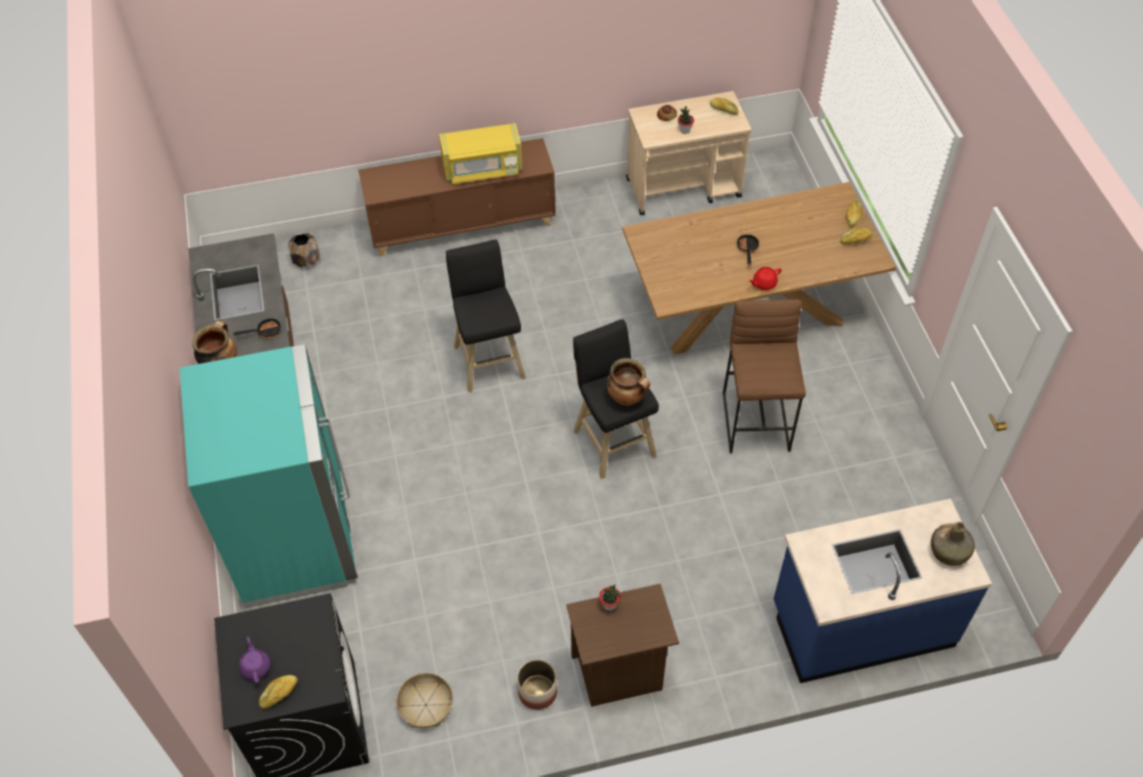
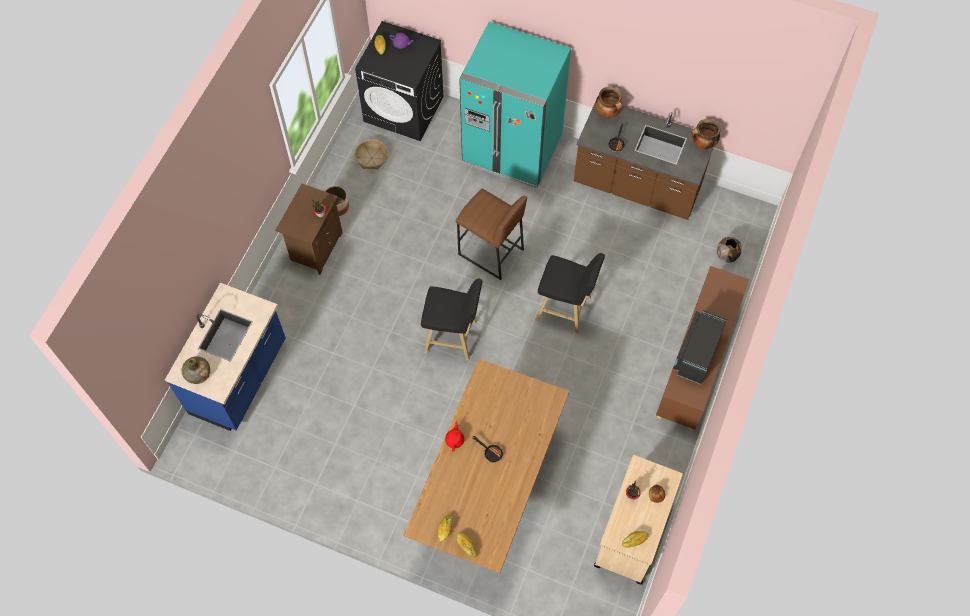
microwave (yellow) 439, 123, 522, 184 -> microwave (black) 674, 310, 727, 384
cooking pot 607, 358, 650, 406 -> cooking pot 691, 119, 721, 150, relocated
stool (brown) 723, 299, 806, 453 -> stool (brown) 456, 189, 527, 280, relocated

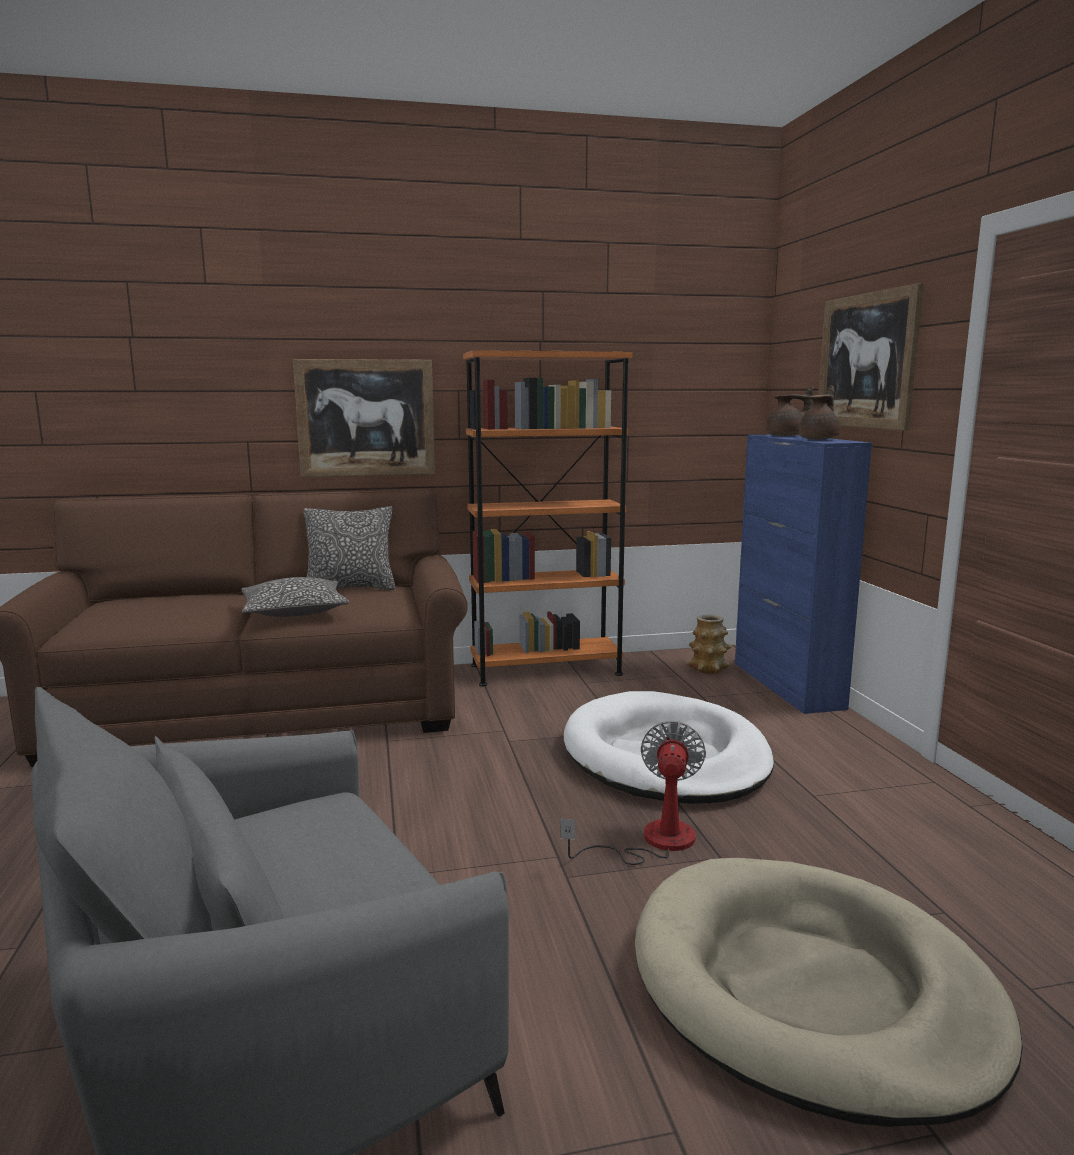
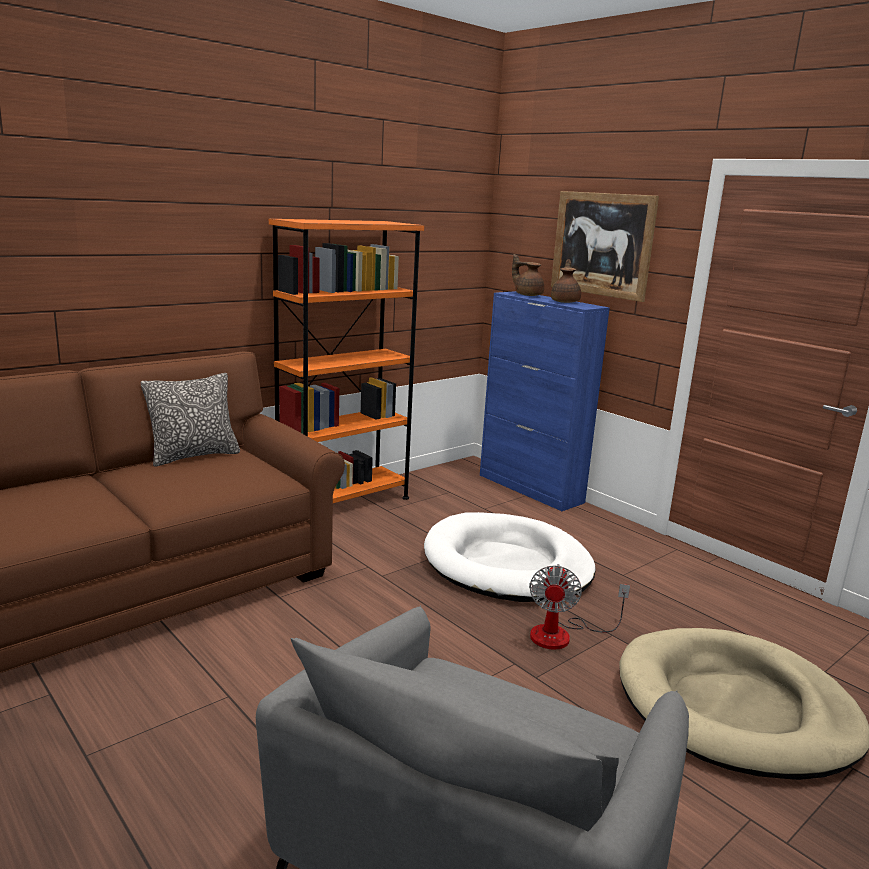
pillow 241, 577, 350, 617 -> none
picture 293, 359, 435, 477 -> none
fan 560, 721, 706, 865 -> fan 529, 564, 630, 650, 150 degrees counterclockwise
vase 687, 614, 731, 674 -> none
teapot (brown) 766, 386, 814, 436 -> teapot (brown) 512, 254, 544, 296, 105 degrees counterclockwise

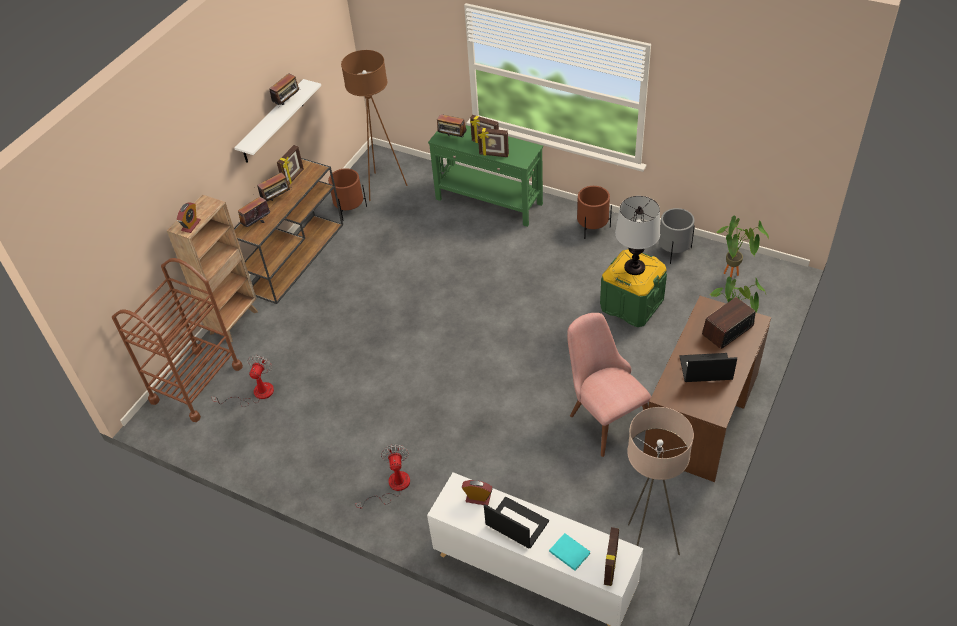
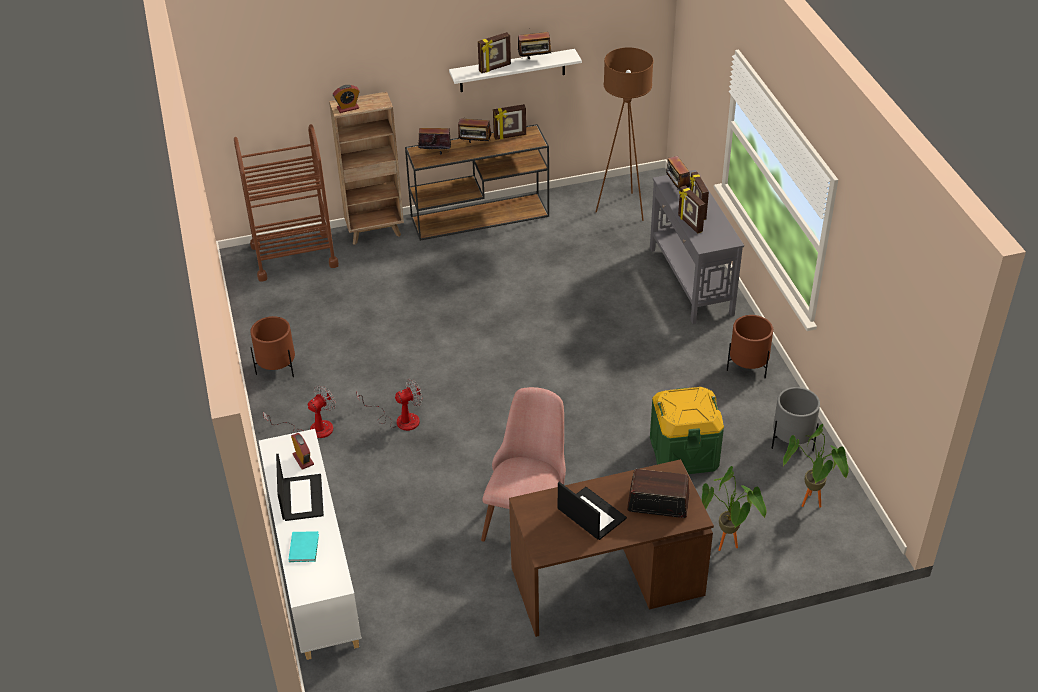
fan 211, 355, 274, 407 -> fan 356, 379, 423, 431, relocated
planter (brown) 328, 168, 367, 221 -> planter (brown) 250, 316, 295, 377, relocated
console table (green) 428, 125, 543, 227 -> console table (grey) 650, 170, 744, 324
picture frame 604, 527, 619, 586 -> picture frame 478, 32, 511, 73, relocated
table lamp 615, 196, 660, 275 -> none
floor lamp (beige) 627, 407, 694, 555 -> none

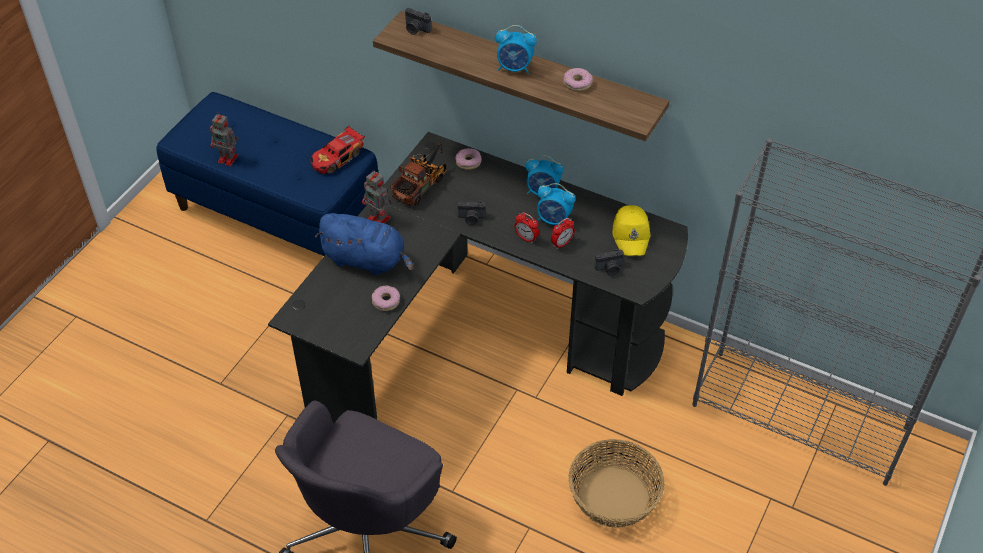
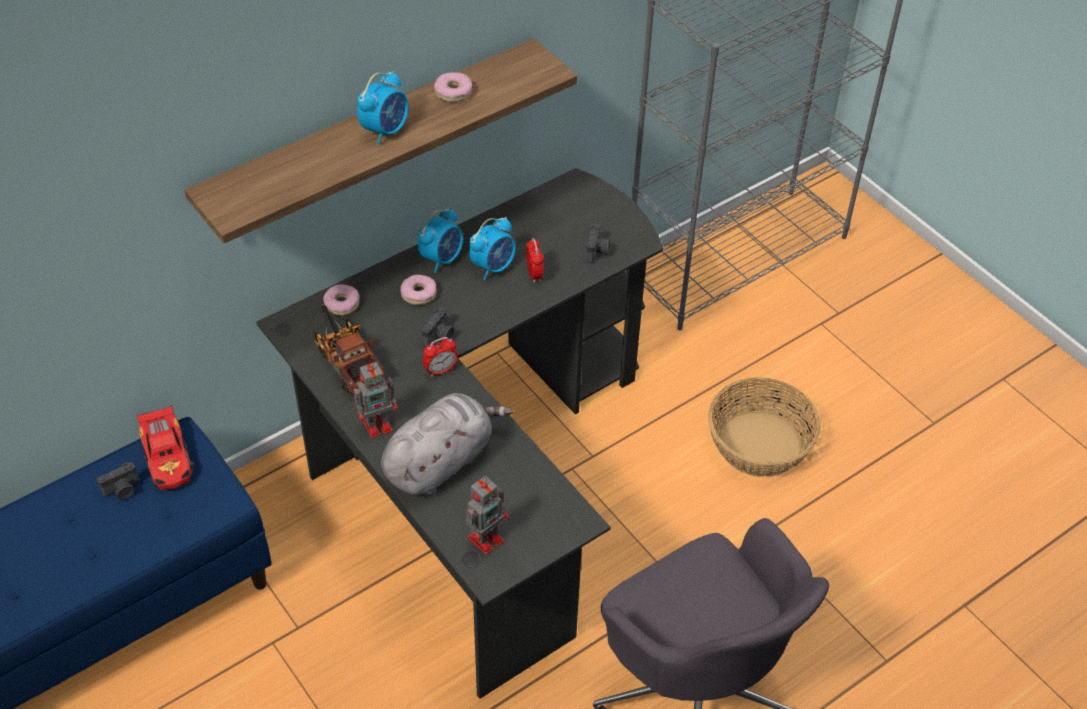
toy robot 210, 112, 239, 166 -> toy robot 466, 476, 509, 555, relocated
plush toy (blue) 315, 213, 414, 275 -> plush toy (grey) 381, 393, 513, 495
donut 372, 285, 400, 311 -> donut 401, 275, 437, 305, relocated
photo camera 405, 8, 432, 35 -> photo camera 97, 462, 139, 500, relocated
alarm clock 514, 212, 539, 243 -> alarm clock 423, 337, 458, 377, relocated
cap (yellow) 612, 205, 651, 256 -> none

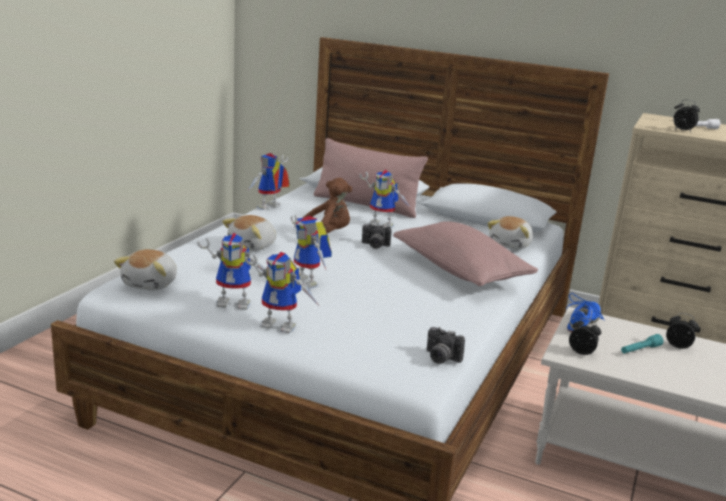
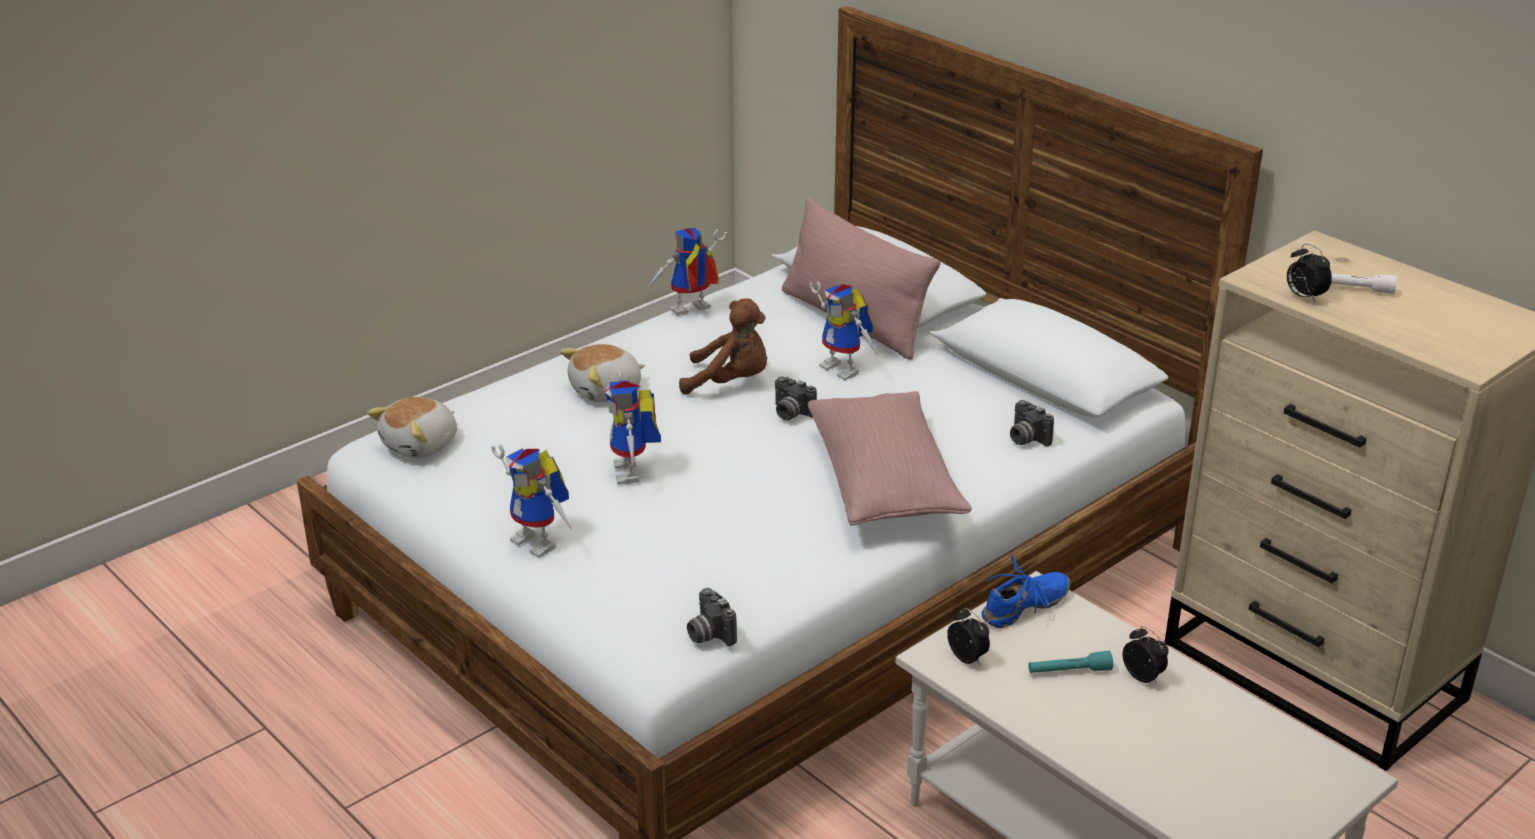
toy robot 197, 233, 265, 310 -> none
plush toy 487, 216, 533, 249 -> photo camera 1010, 400, 1054, 446

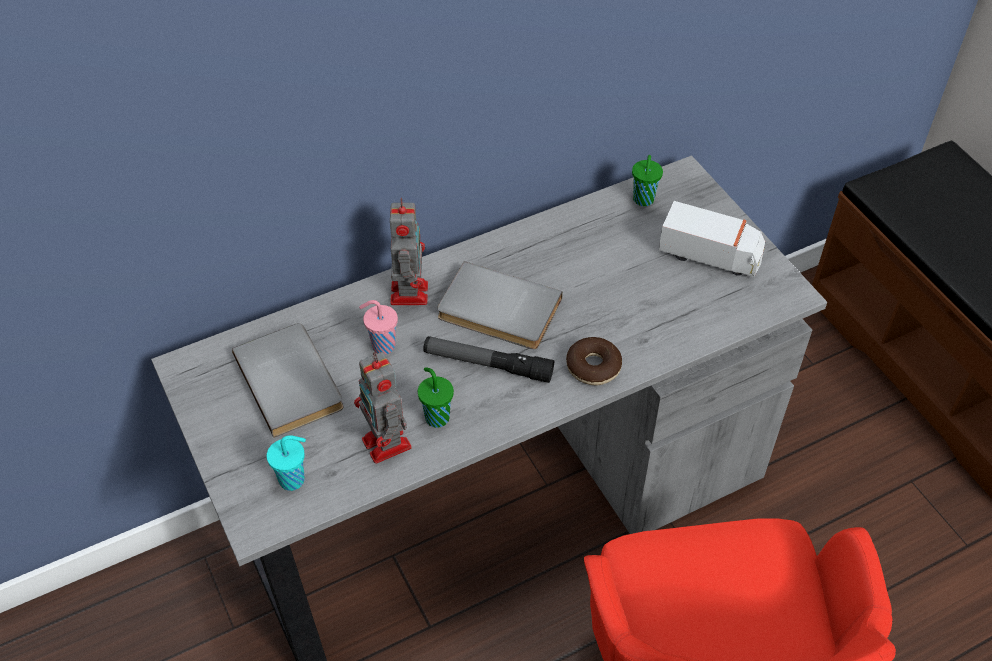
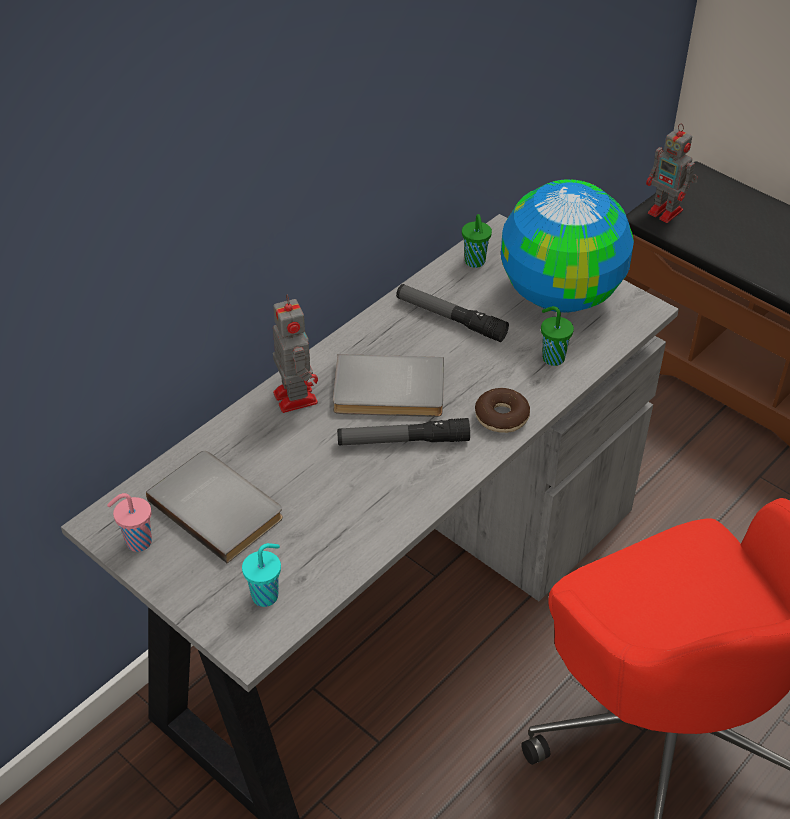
toy robot 354, 352, 412, 464 -> toy robot 646, 123, 698, 223, relocated
cup (pink) 359, 300, 398, 354 -> cup (pink) 107, 493, 152, 552, relocated
cup (green) 418, 367, 454, 428 -> cup (green) 541, 306, 574, 366, relocated
toy truck 659, 201, 765, 277 -> globe 501, 179, 634, 313
none -> flashlight 396, 284, 509, 342

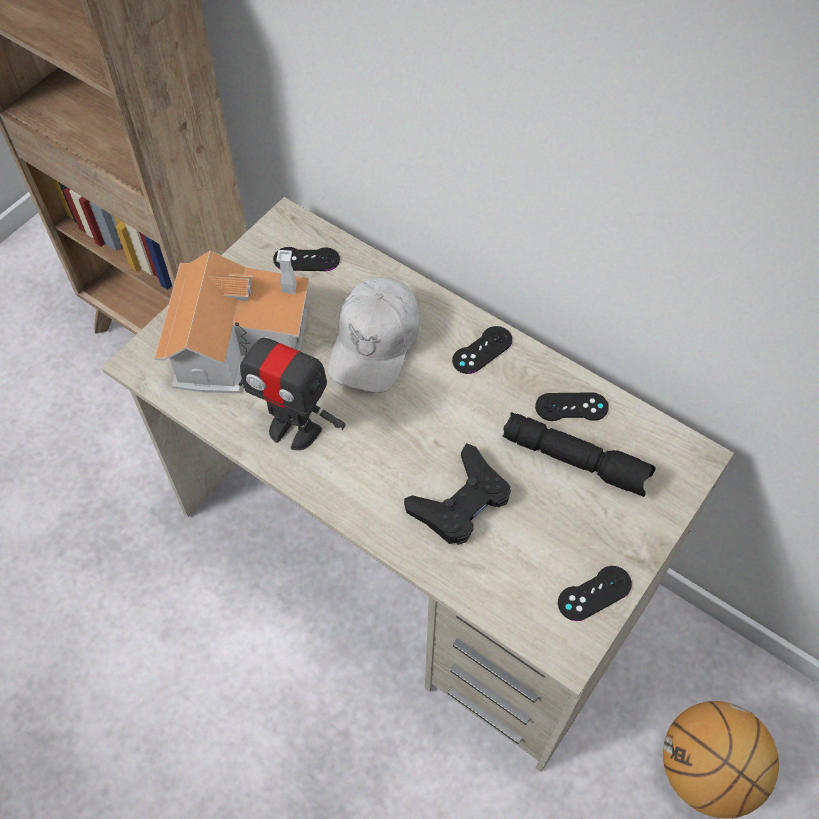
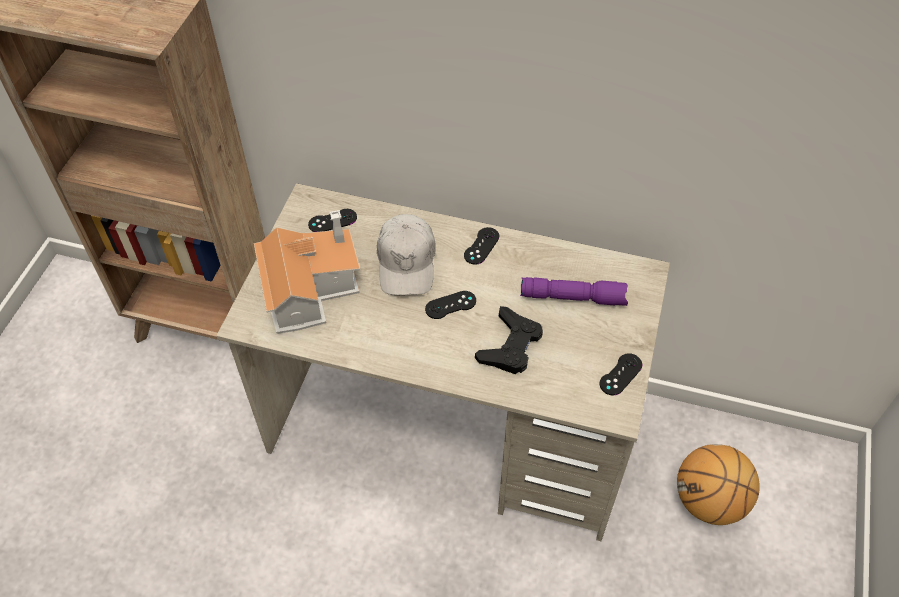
toy robot 235, 322, 346, 450 -> none
flashlight (black) 502, 412, 656, 497 -> flashlight (purple) 520, 277, 628, 306
game controller (black) 535, 392, 609, 421 -> game controller (black) 425, 291, 476, 319, relocated

